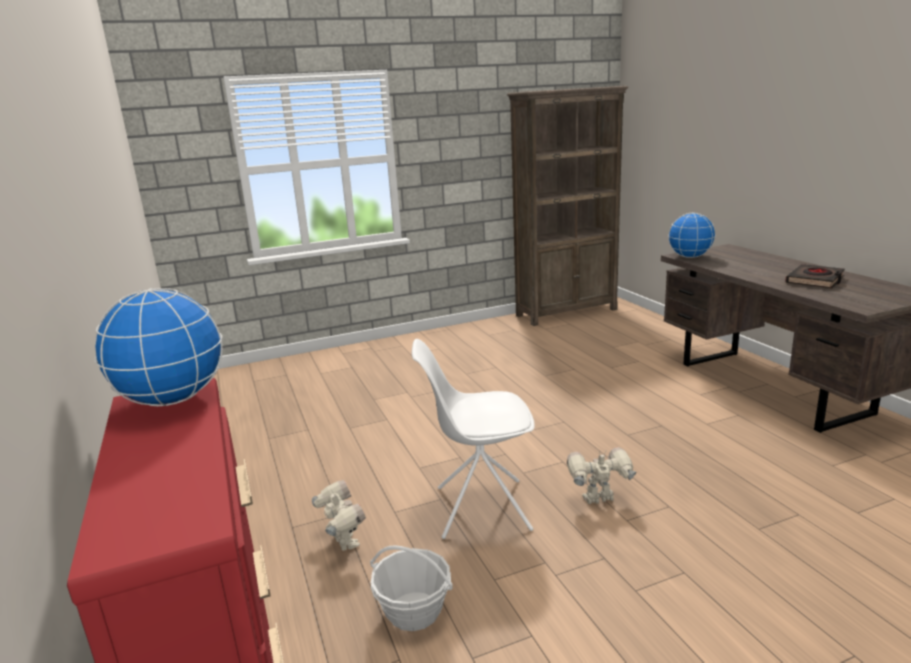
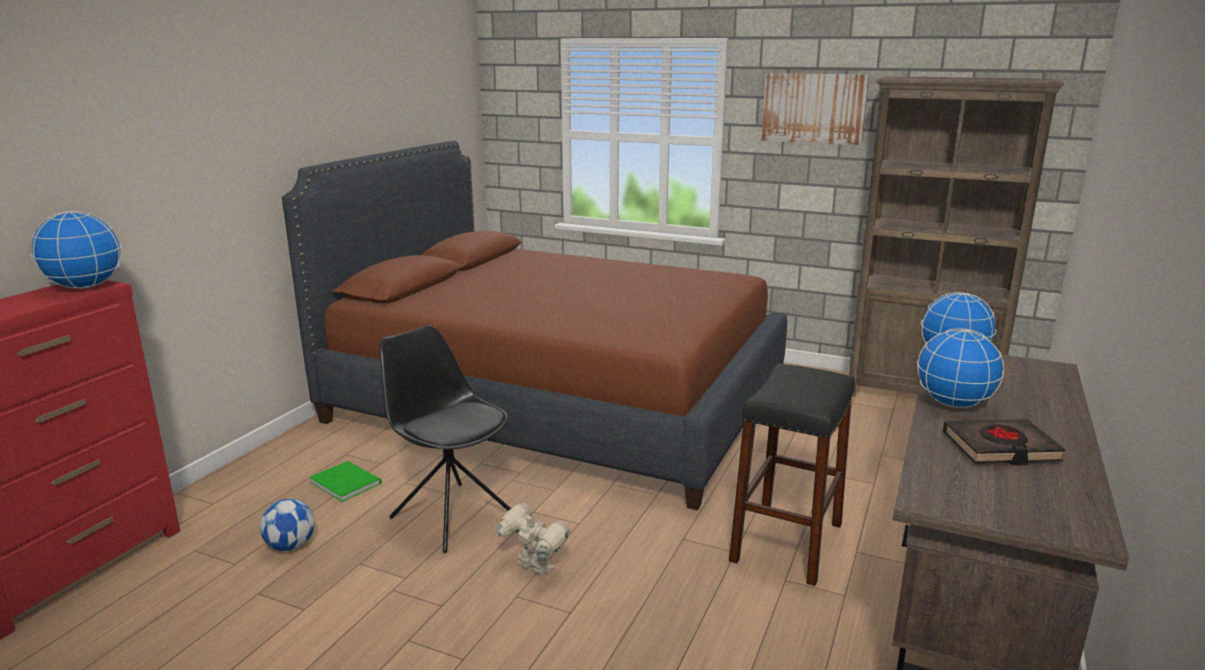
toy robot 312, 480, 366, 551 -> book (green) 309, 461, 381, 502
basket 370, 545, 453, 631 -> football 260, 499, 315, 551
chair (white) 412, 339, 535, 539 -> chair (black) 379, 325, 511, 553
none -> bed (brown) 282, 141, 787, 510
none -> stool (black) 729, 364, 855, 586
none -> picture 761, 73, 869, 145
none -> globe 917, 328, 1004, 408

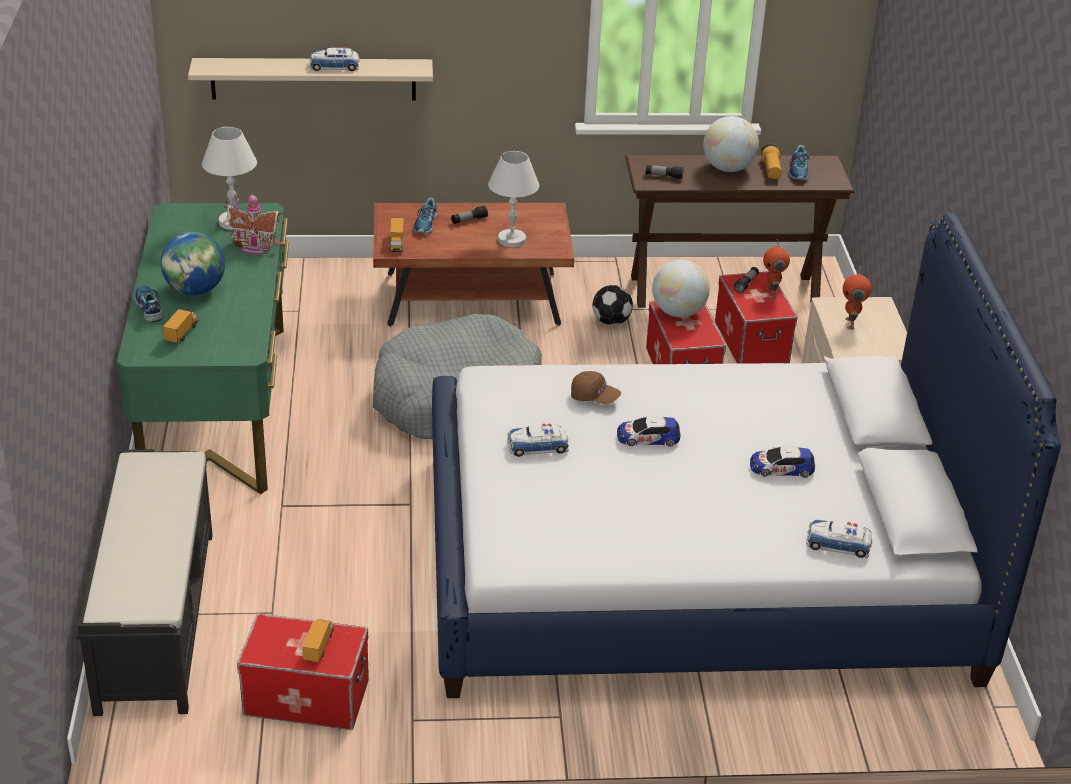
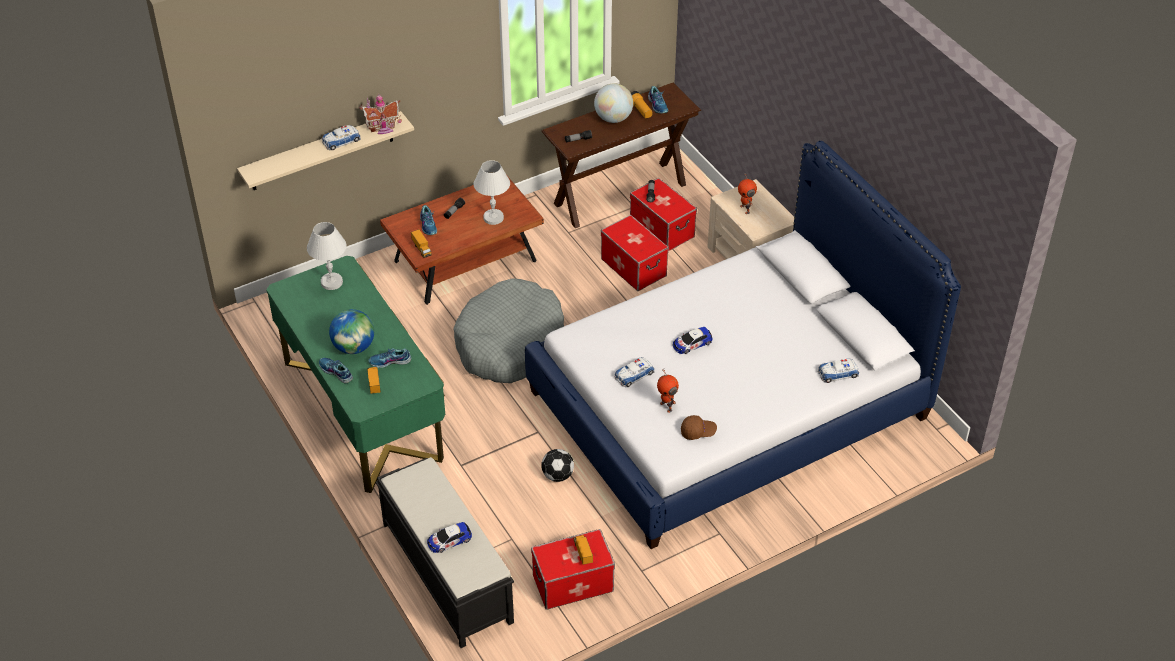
toy house 224, 192, 283, 254 -> toy house 360, 95, 402, 134, relocated
cap (brown) 571, 371, 621, 404 -> cap (brown) 681, 415, 717, 440, relocated
football 592, 285, 633, 325 -> football 541, 449, 574, 482, relocated
globe 652, 260, 710, 317 -> none
toy car 750, 447, 815, 478 -> toy car 427, 522, 472, 553, relocated
toy robot 763, 238, 790, 298 -> toy robot 657, 370, 679, 413, relocated
none -> shoe 368, 348, 411, 368

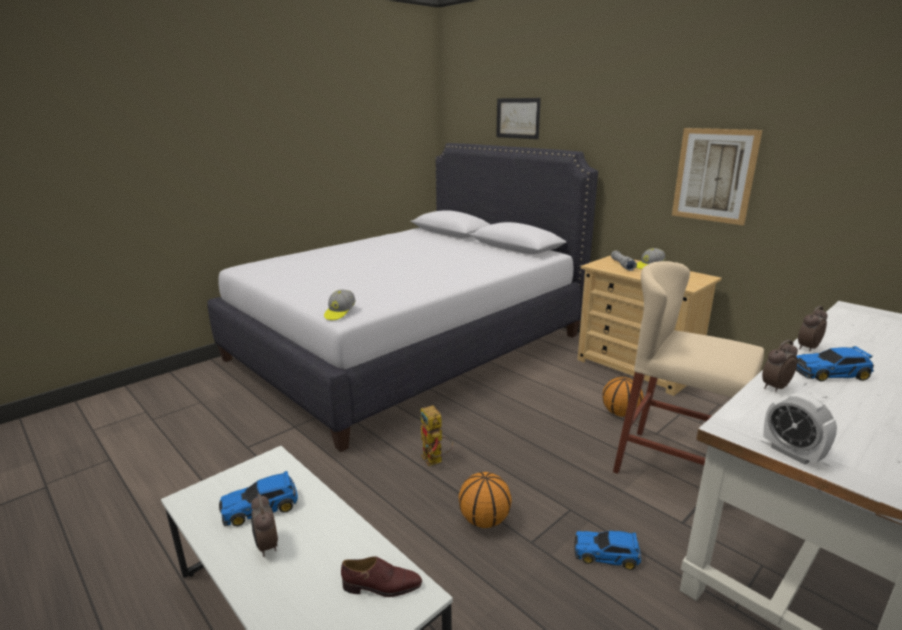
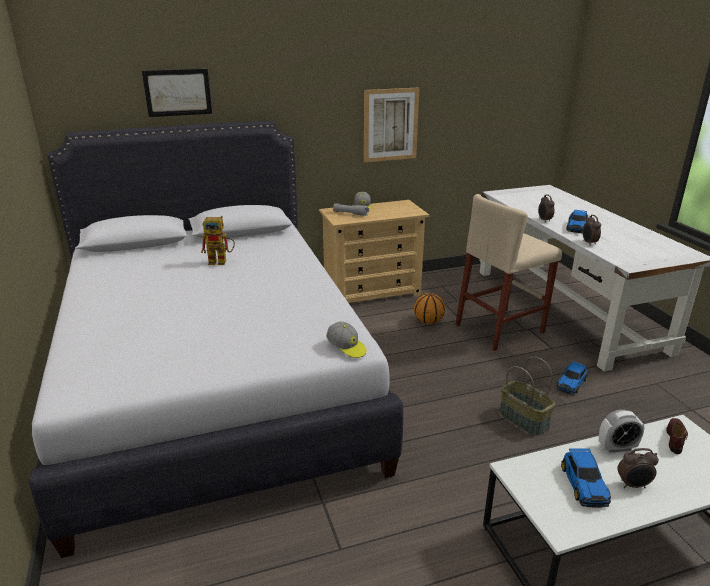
toy robot 421, 405, 453, 466 -> toy robot 201, 216, 235, 265, relocated
basketball 458, 472, 512, 528 -> basket 499, 357, 555, 436
alarm clock 763, 393, 837, 464 -> alarm clock 599, 410, 644, 453, relocated

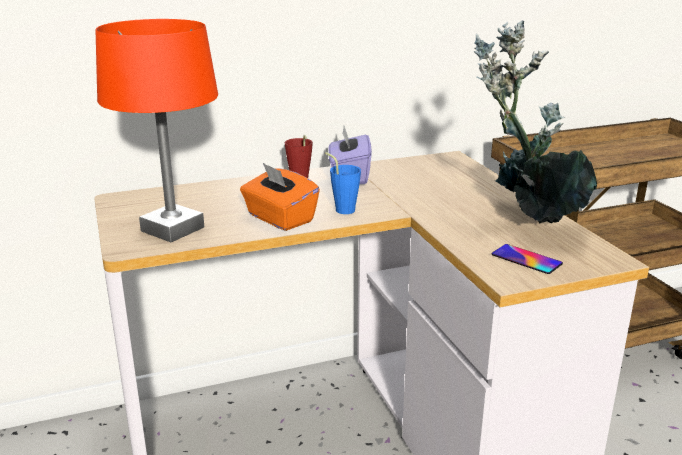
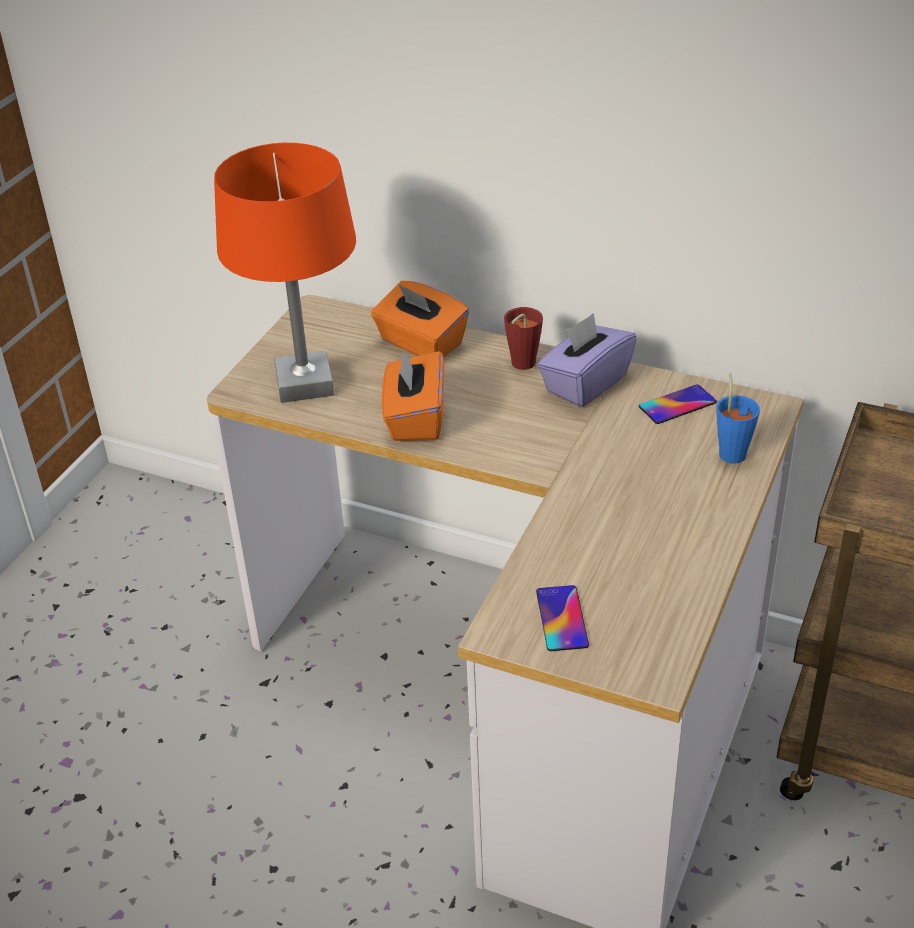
cup (blue) 325, 152, 361, 214 -> cup (blue) 716, 373, 760, 464, relocated
potted plant 473, 20, 597, 223 -> none
none -> tissue box (orange) 371, 281, 469, 357
none -> phone 639, 384, 717, 424

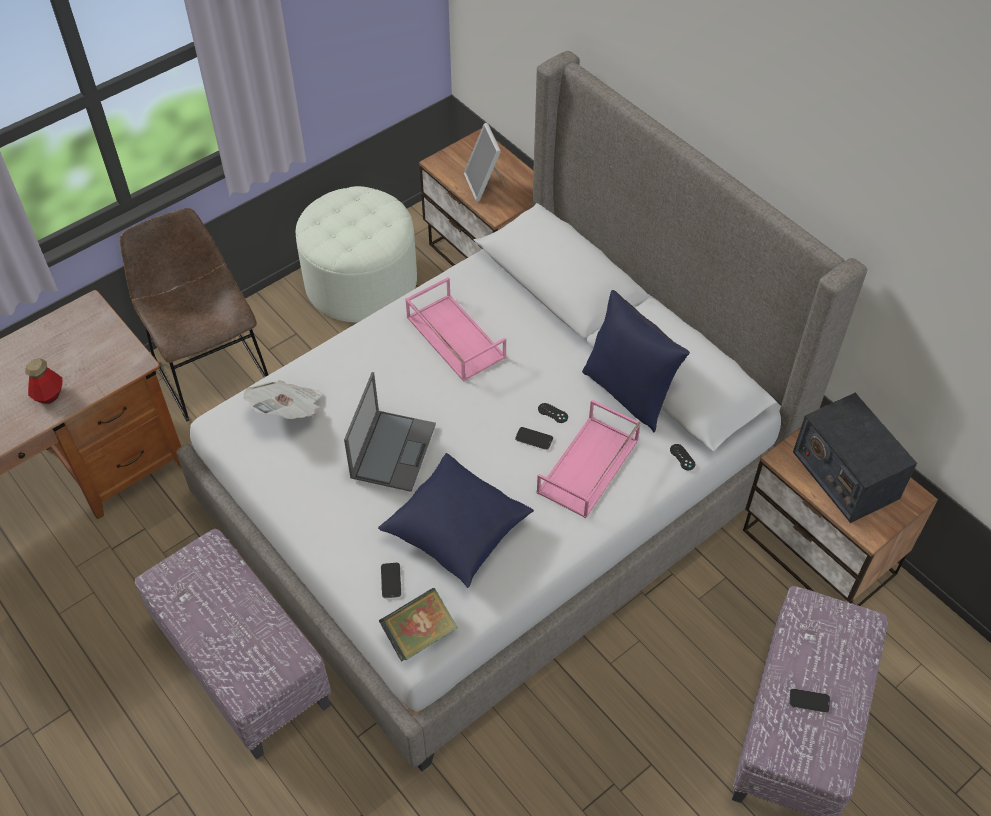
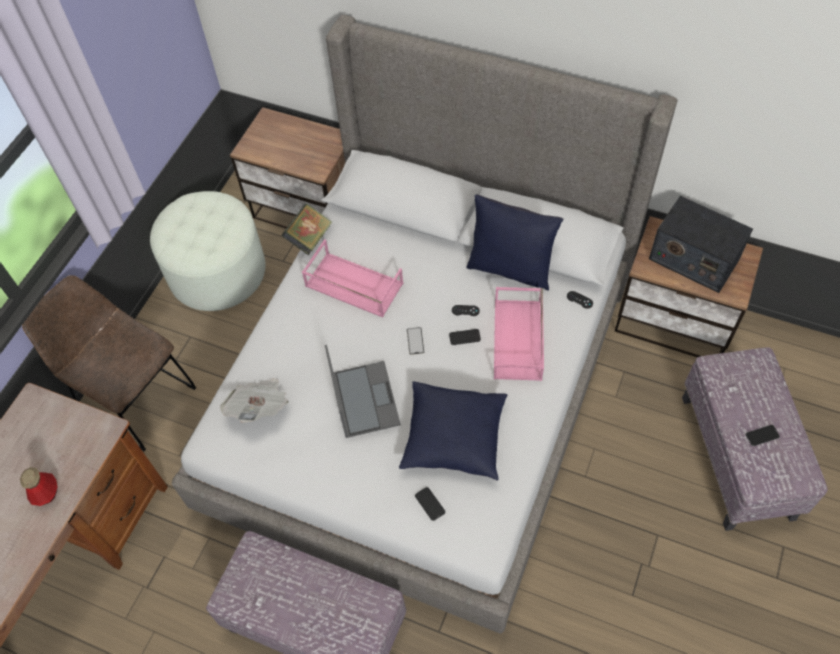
book 379, 588, 458, 662 -> book 282, 203, 332, 255, relocated
picture frame 464, 123, 506, 202 -> none
none -> phone 407, 327, 424, 355

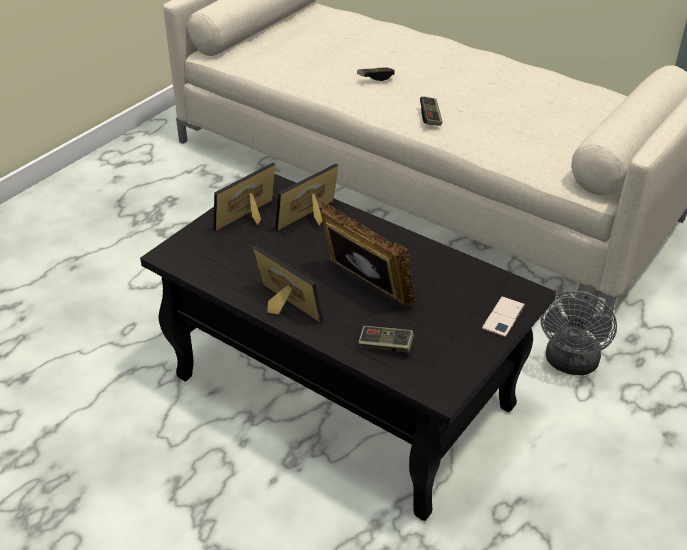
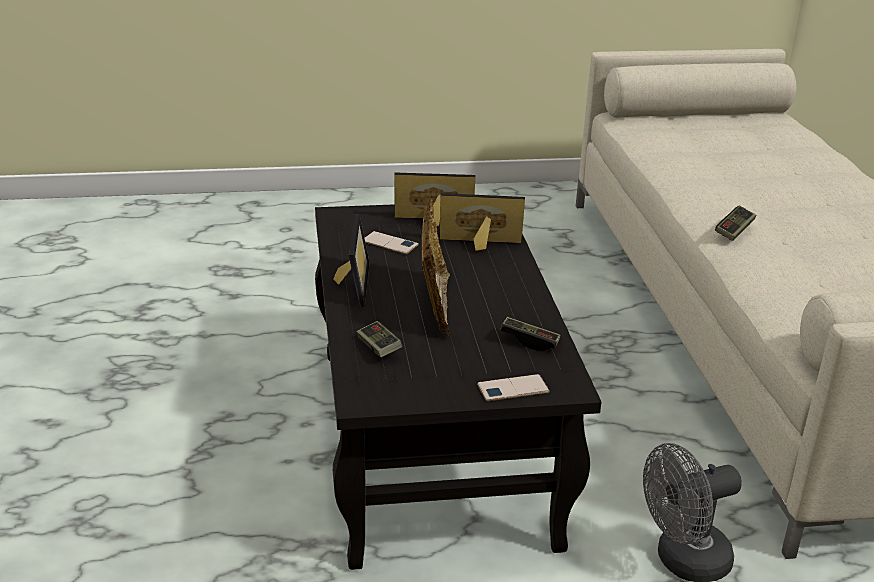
game controller 357, 67, 395, 81 -> game controller 501, 317, 560, 351, relocated
none -> phone 365, 231, 419, 254

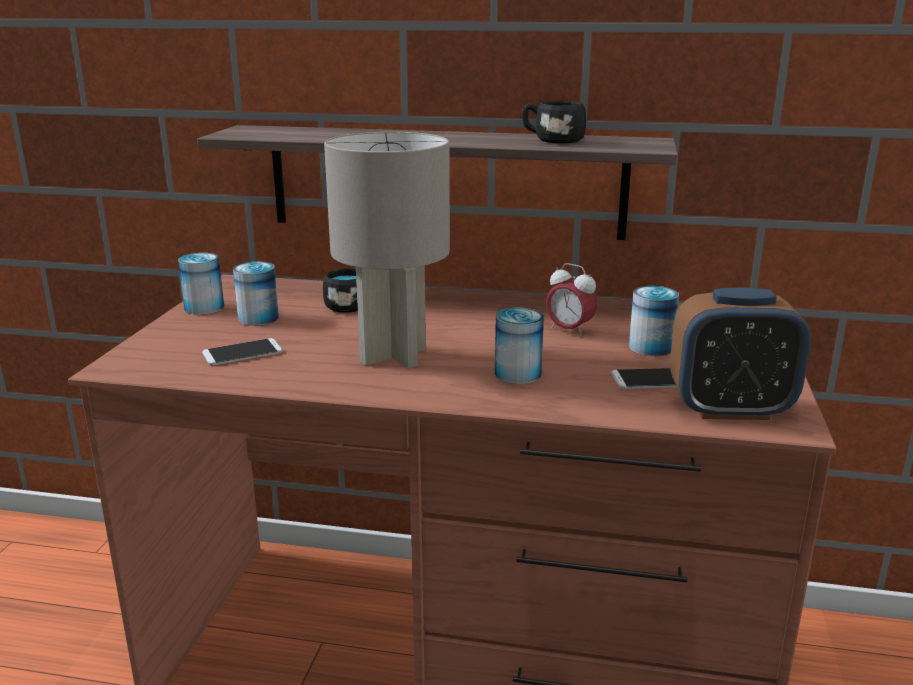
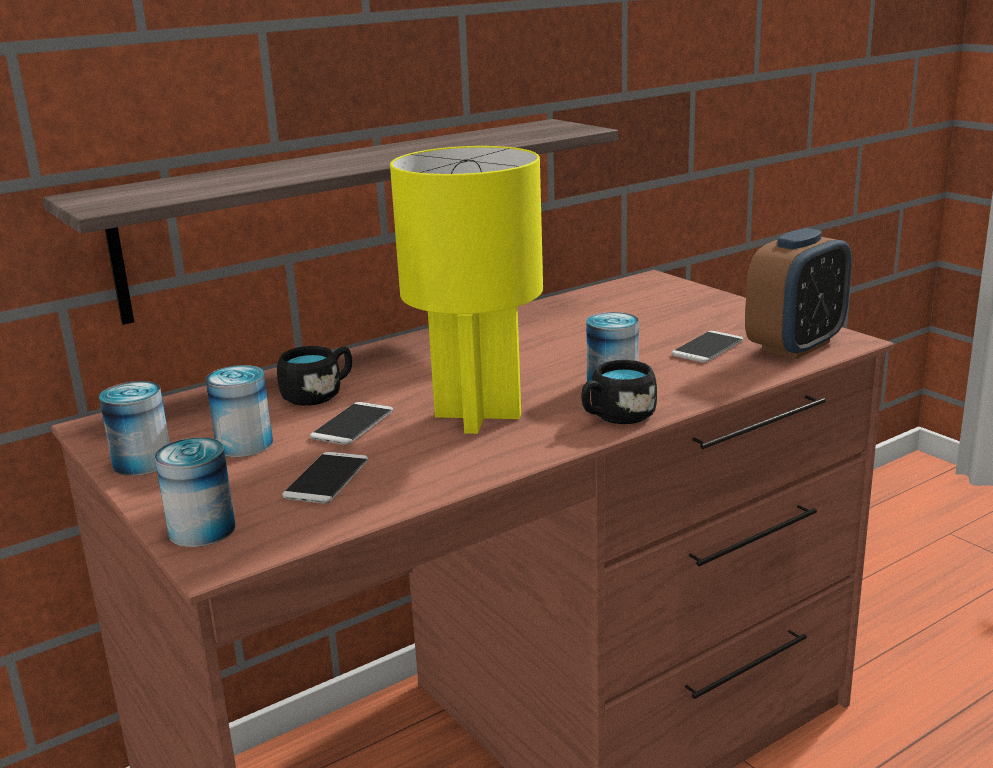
table lamp (grey) 324, 132, 450, 368 -> table lamp (yellow) 390, 146, 543, 434
mug (black) 522, 101, 586, 143 -> mug (black) 582, 360, 657, 424, relocated
alarm clock 546, 263, 598, 337 -> none
can 629, 286, 679, 356 -> can 155, 437, 236, 547, relocated
none -> phone 310, 402, 393, 445

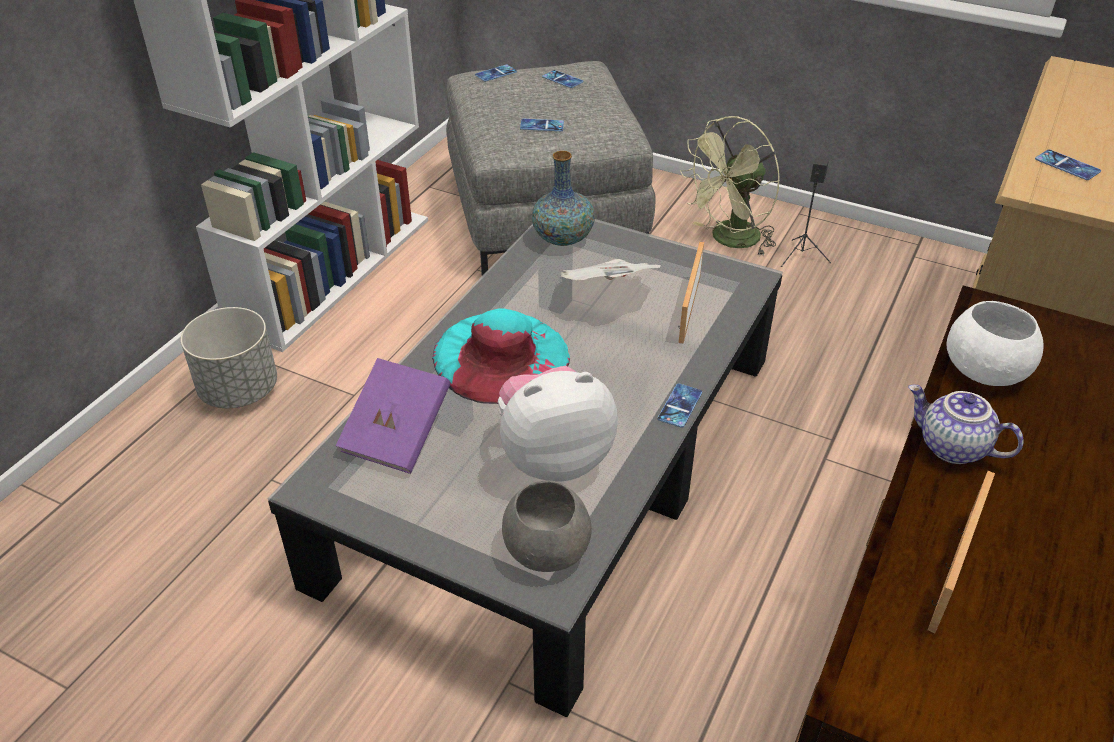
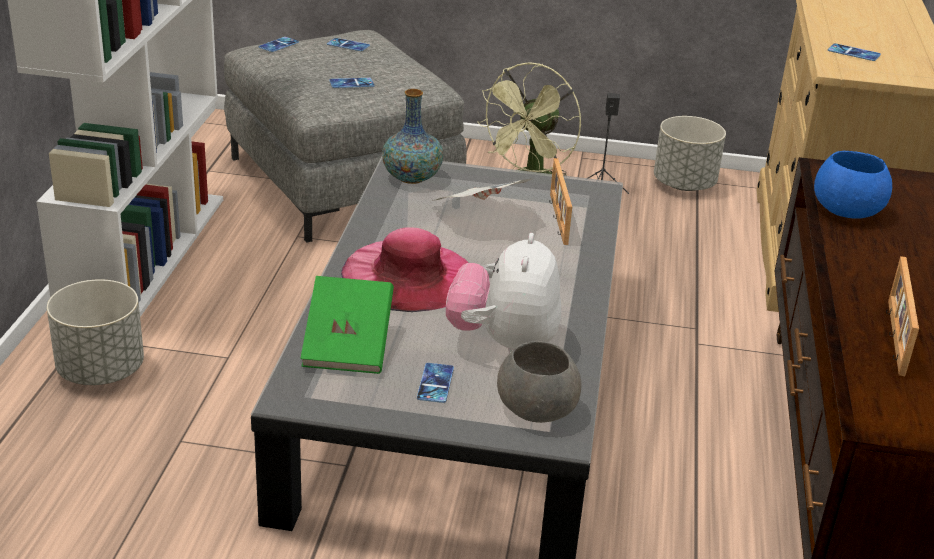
book (purple) 336, 358, 451, 474 -> book (green) 300, 276, 394, 374
hat (turquoise) 432, 308, 570, 404 -> hat (pink) 341, 227, 468, 312
plush toy 498, 366, 618, 482 -> plush toy 446, 233, 561, 353, 45 degrees counterclockwise
phone 658, 383, 702, 428 -> phone 417, 363, 454, 403, relocated
teapot 908, 385, 1023, 464 -> none
bowl (white) 946, 301, 1044, 386 -> bowl (blue) 814, 151, 892, 219
none -> planter (grey) 654, 116, 726, 191

